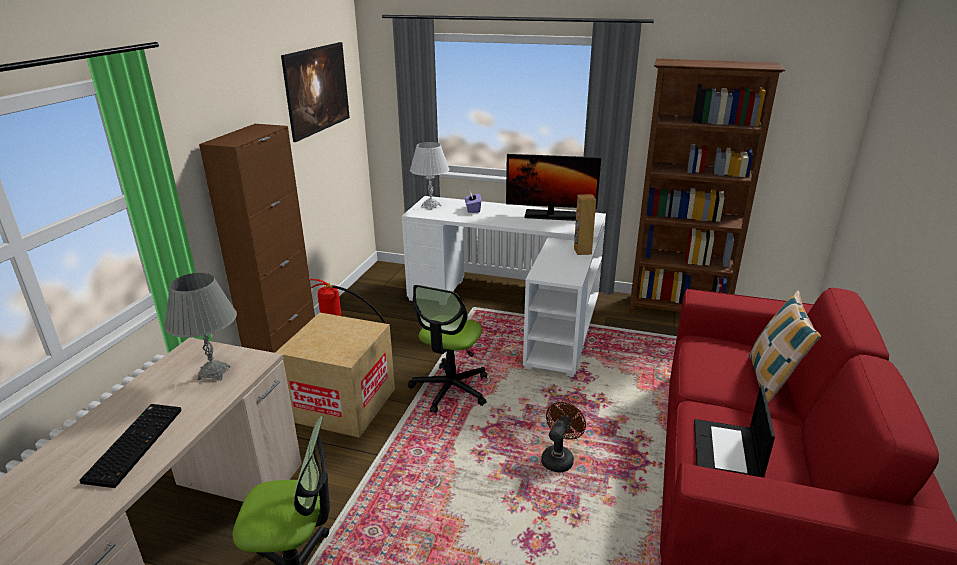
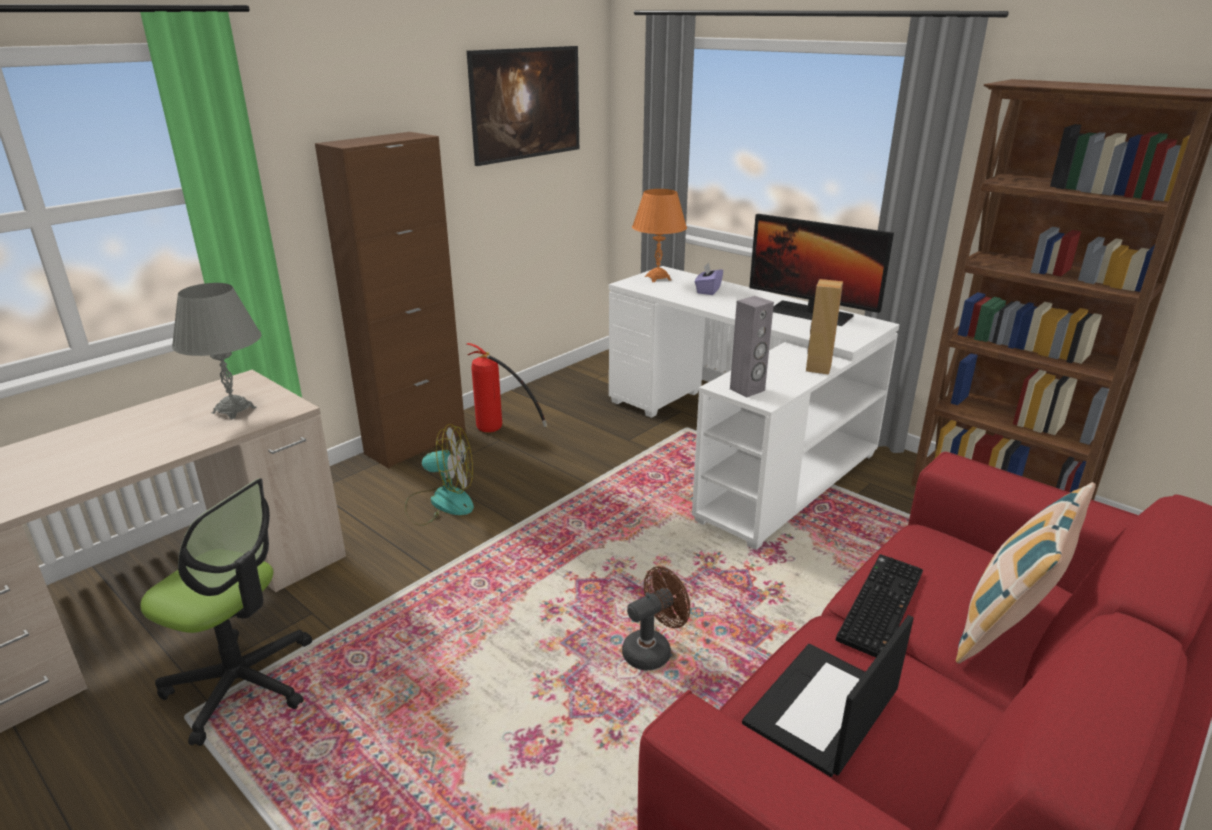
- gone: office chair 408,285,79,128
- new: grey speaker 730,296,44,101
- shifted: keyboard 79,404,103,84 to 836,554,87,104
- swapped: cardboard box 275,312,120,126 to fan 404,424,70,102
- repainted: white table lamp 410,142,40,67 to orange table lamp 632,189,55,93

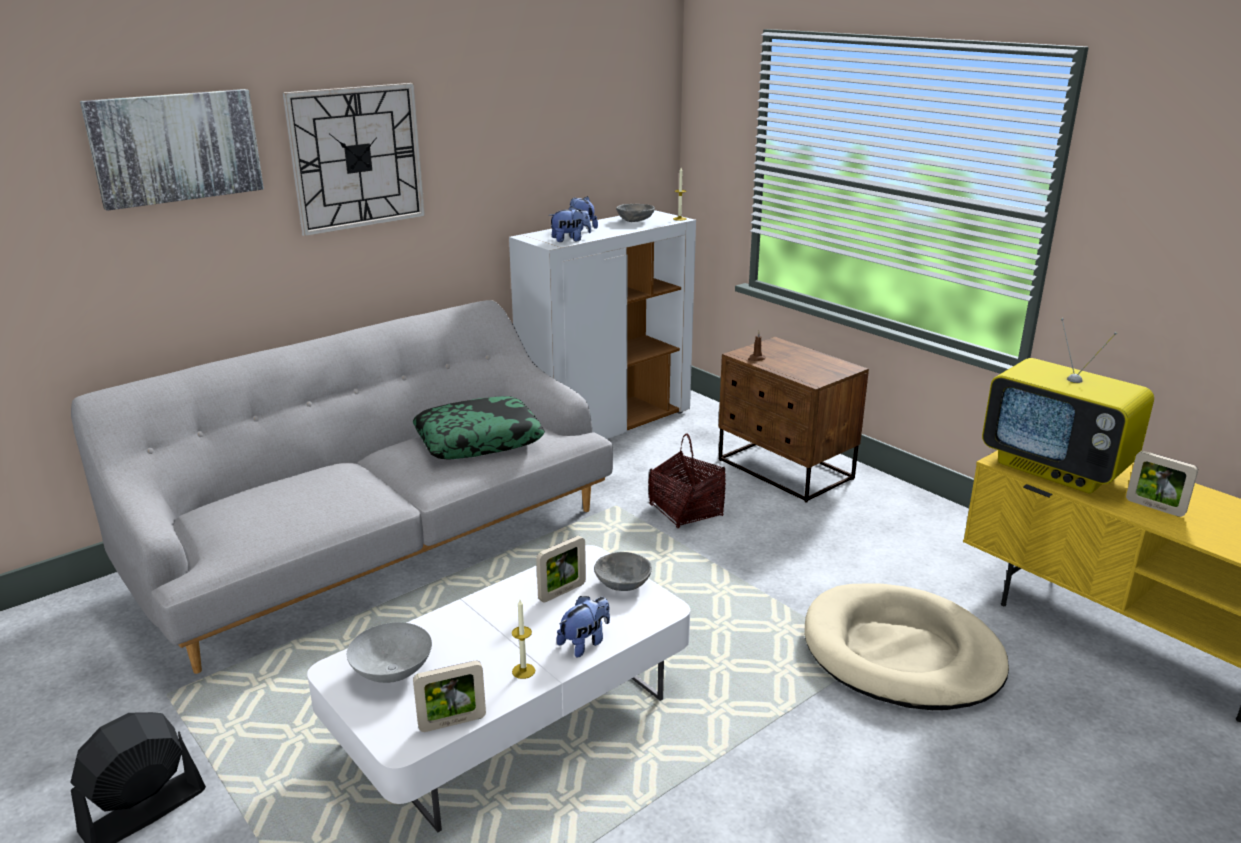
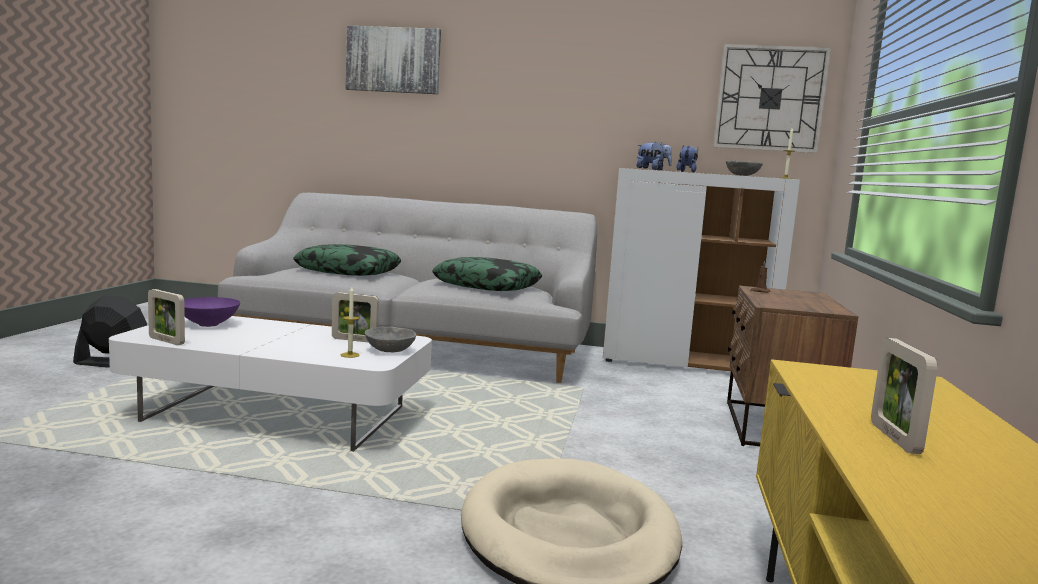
- gone: plush toy 557,596,53,62
- gone: basket 648,434,78,94
- gone: television 982,318,172,176
- new: pillow 293,244,108,32
- shifted: wall clock 283,83,142,153 to 713,44,118,109
- shifted: candle 512,599,23,80 to 341,287,19,71
- repainted: grey bowl 347,622,85,61 to purple bowl 184,297,56,30

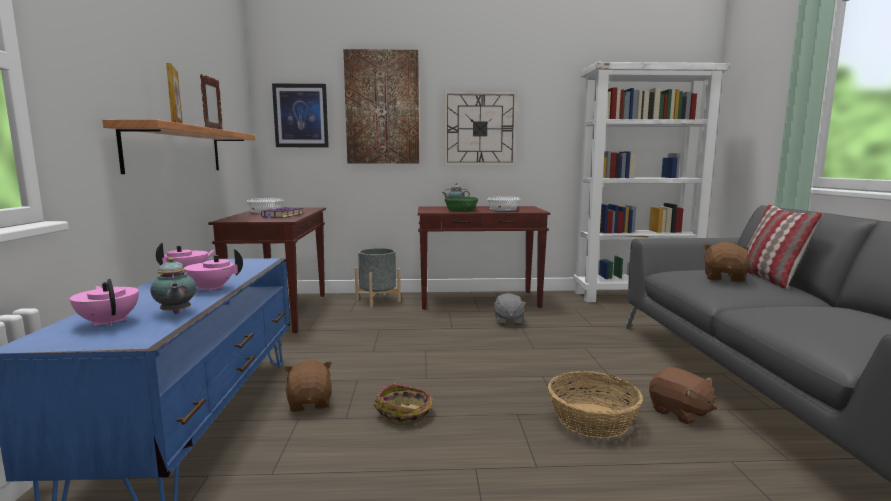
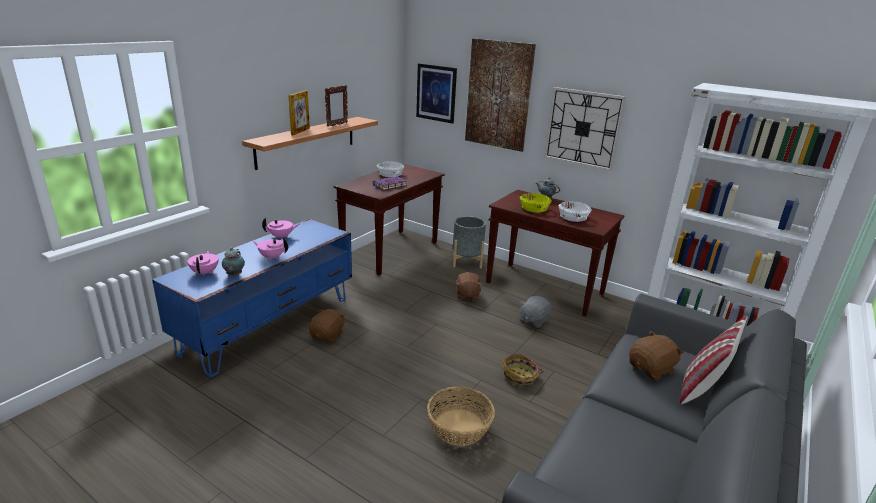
- shifted: basket 373,383,60,43 to 501,354,42,32
- shifted: brown plush toy 649,367,68,57 to 456,272,27,29
- repainted: green bowl 445,197,33,15 to yellow bowl 520,193,32,20

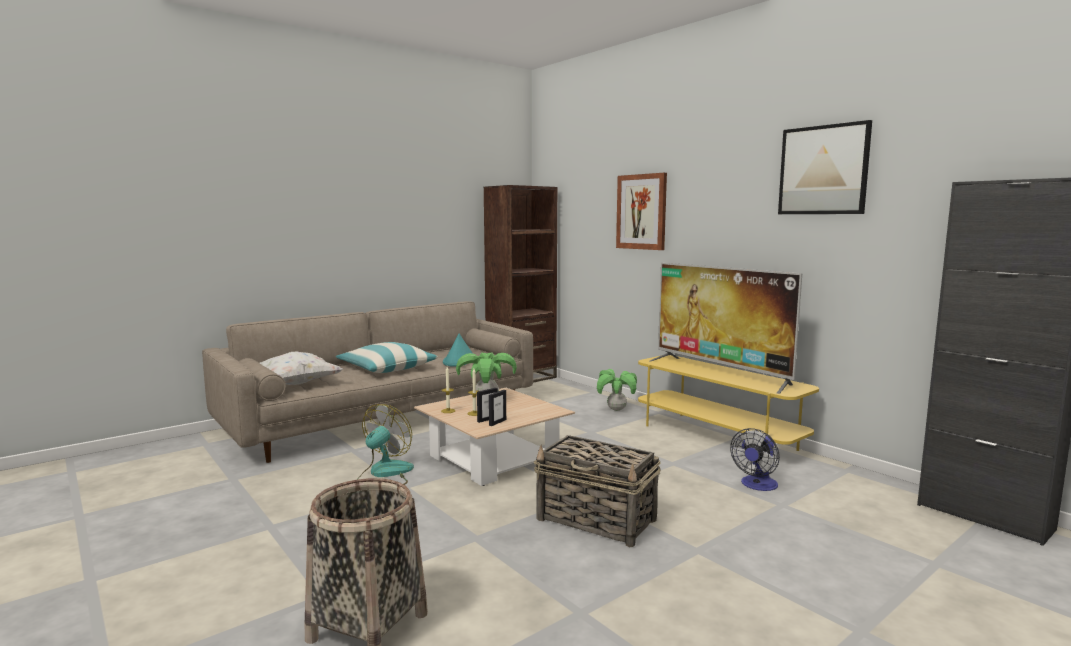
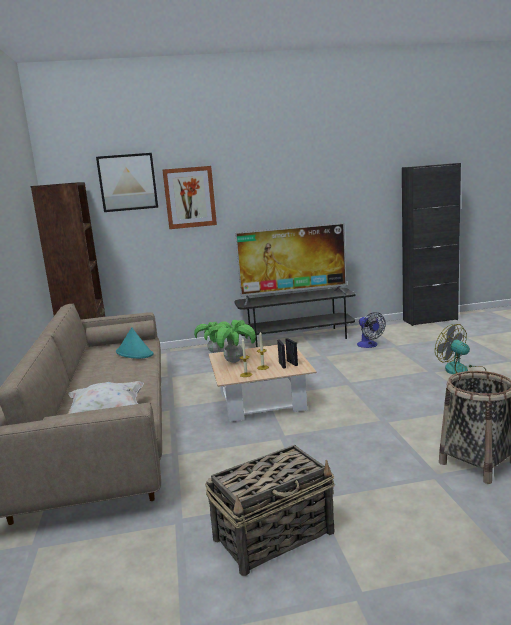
- gone: pillow 336,342,102,31
- shifted: fan 358,404,56,81 to 435,324,52,50
- shifted: basket 534,435,127,112 to 205,445,130,131
- shifted: picture 778,120,94,94 to 96,153,62,59
- repainted: yellow tv stand 638,355,181,96 to grey tv stand 234,288,122,59

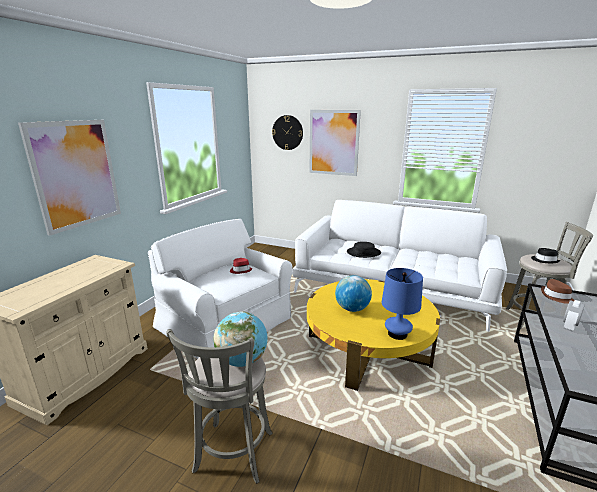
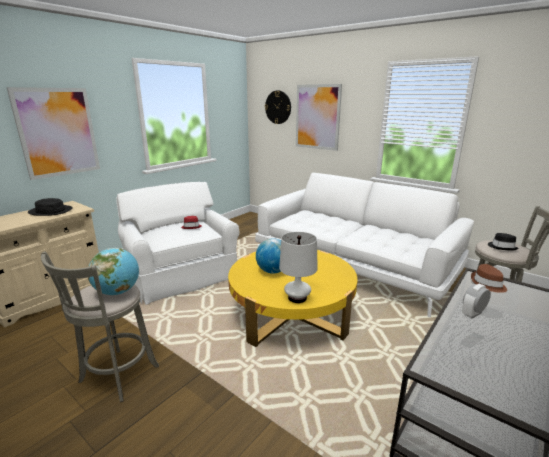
- shifted: black hat 347,242,34,16 to 28,198,45,18
- repainted: blue table lamp 381,268,42,72 to white table lamp 279,232,39,71

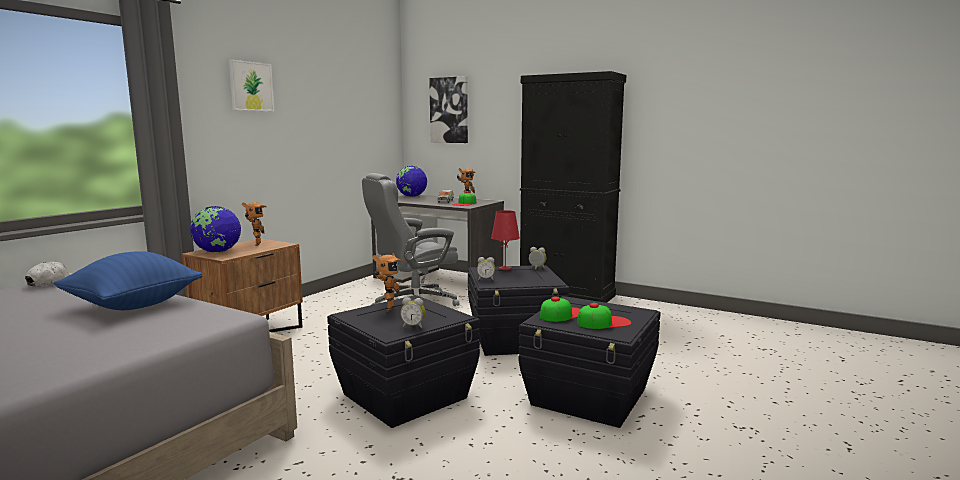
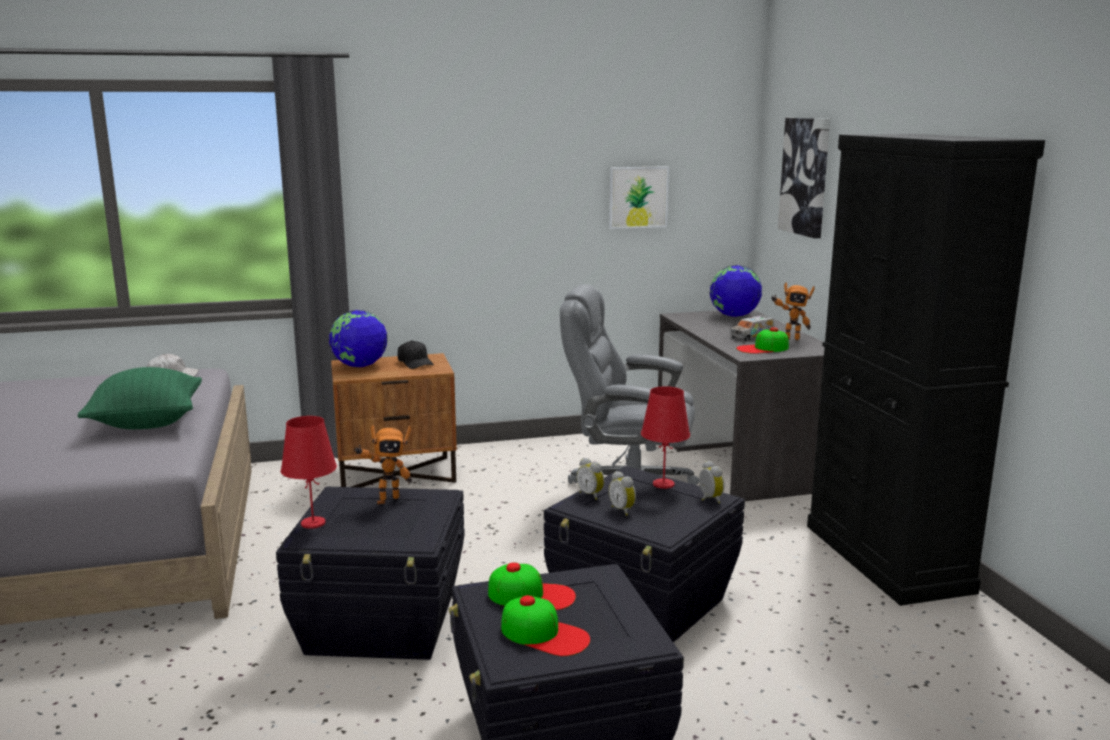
- new: red table lamp 281,416,56,113
- shifted: picture 229,60,45,51 to 609,166,60,63
- shifted: alarm clock 400,297,26,32 to 608,471,28,45
- swapped: toy robot 242,202,25,44 to black cap 398,340,36,29
- repainted: blue pillow 54,251,149,59 to green pillow 78,367,124,62

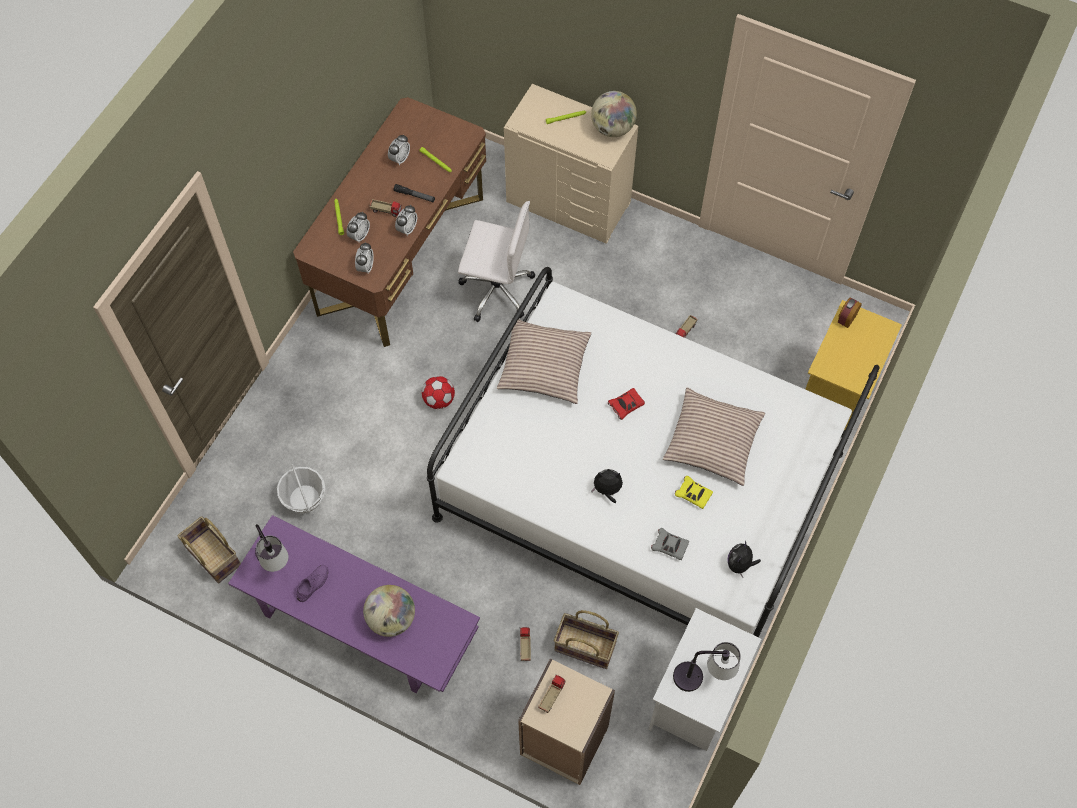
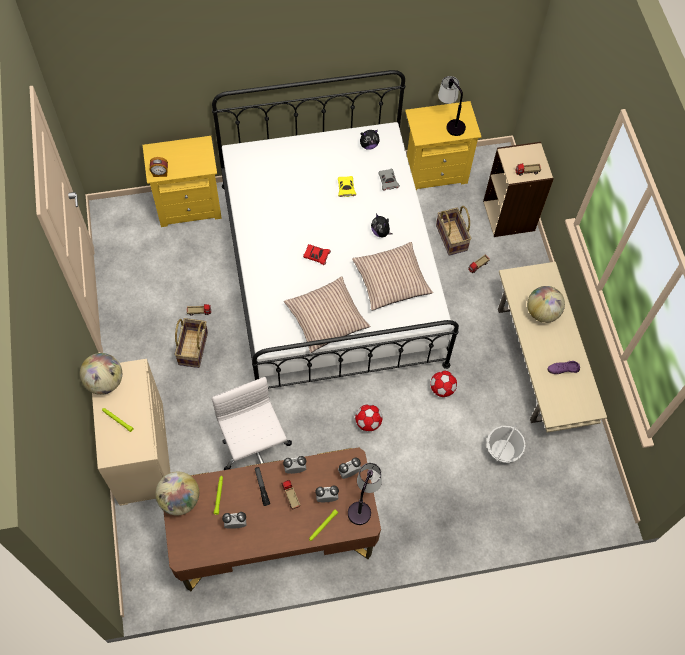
- new: globe 155,472,44,43
- new: football 430,371,27,26
- shifted: basket 178,517,63,66 to 175,318,33,50
- shifted: table lamp 255,524,33,48 to 348,463,34,62
- shifted: pillow 663,388,102,98 to 352,242,81,69
- repainted: purple coffee table 228,515,252,178 to beige coffee table 498,262,109,171
- repainted: white nightstand 648,608,113,143 to yellow nightstand 405,101,76,90

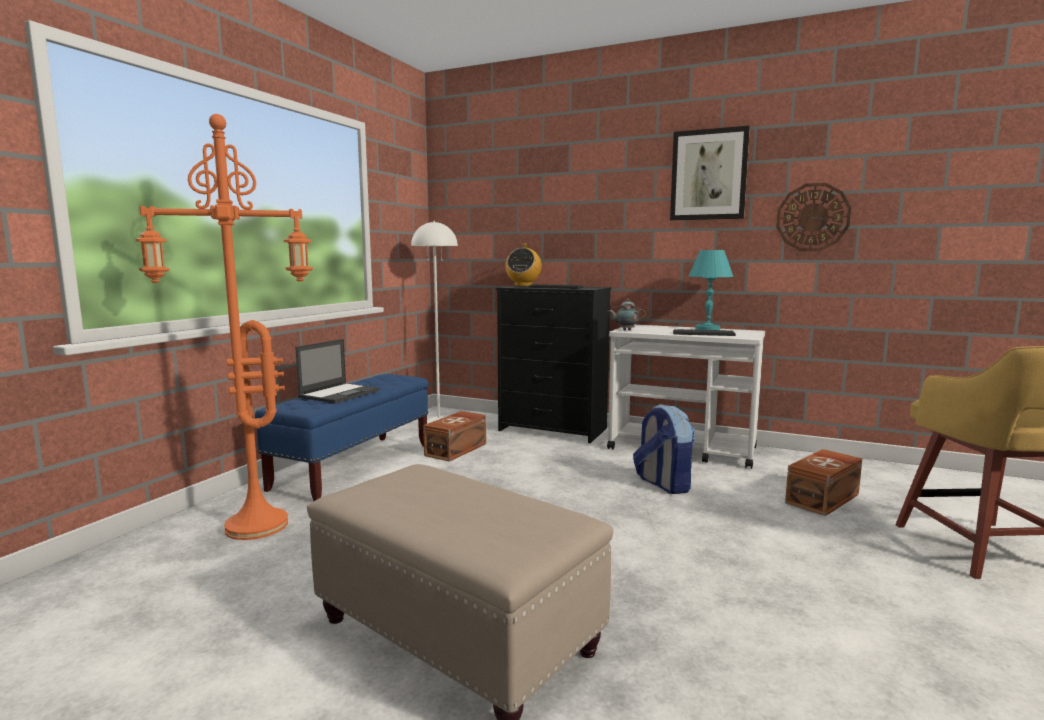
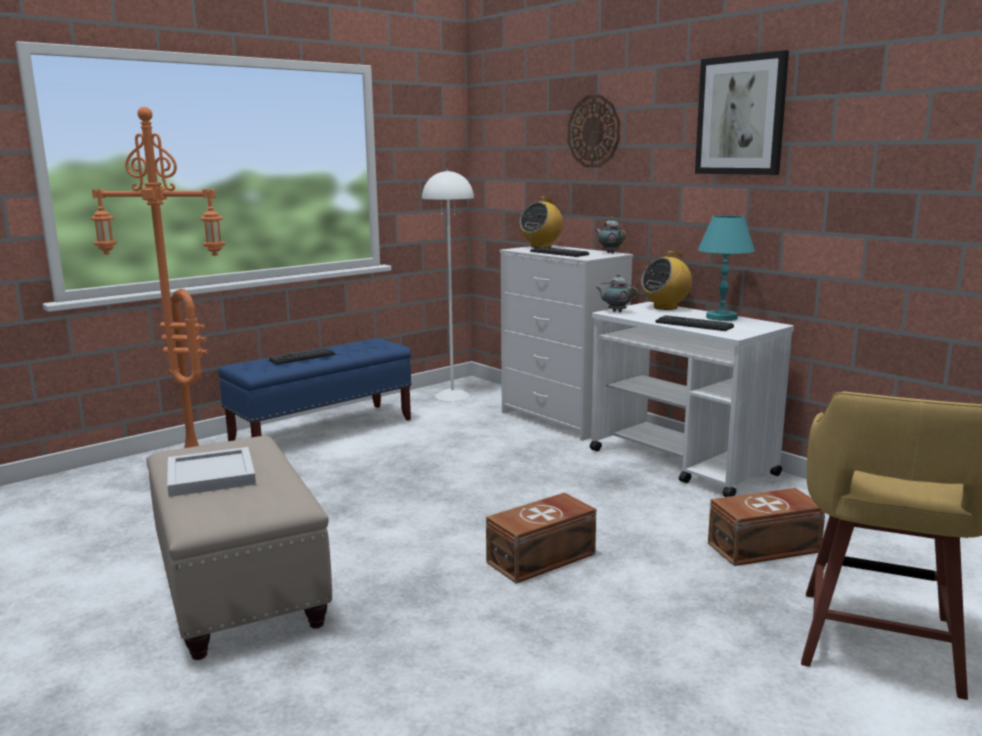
- gone: backpack 633,404,62,90
- new: white tray 167,447,89,50
- new: teapot 596,217,30,36
- new: radio 641,251,51,59
- shifted: brown storage box 423,411,63,51 to 486,493,110,91
- shifted: wall clock 776,183,75,68 to 567,94,53,74
- swapped: laptop 295,339,85,64 to keyboard 269,348,66,17
- repainted: black dresser 496,286,115,157 to white dresser 499,245,134,196

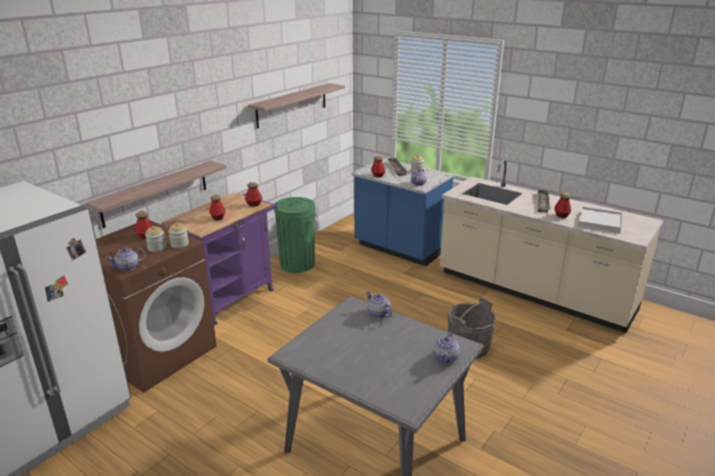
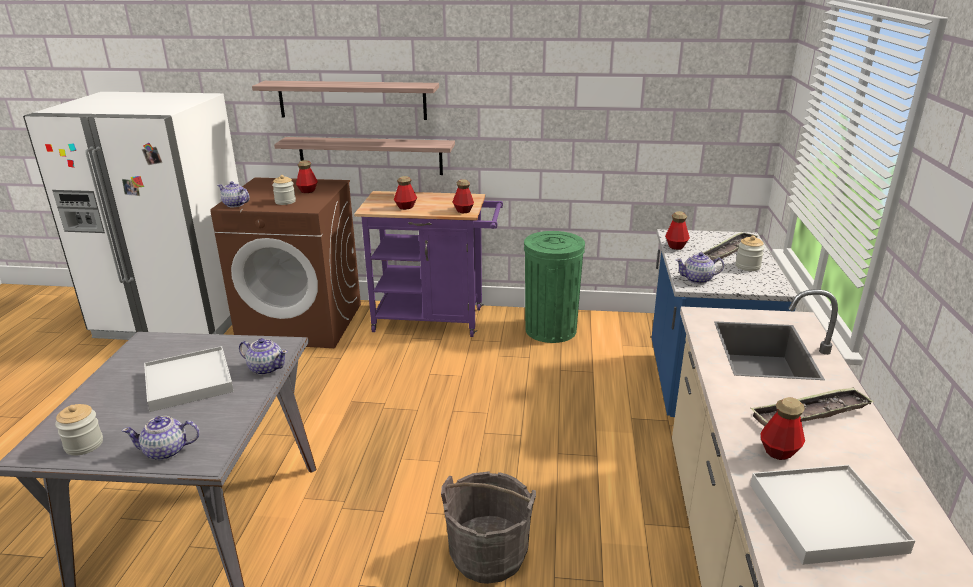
- new: white tray 144,346,90,66
- shifted: jar 168,223,21,25 to 55,404,48,52
- shifted: shelf 248,83,97,46 to 252,81,187,39
- rotated: teapot 366,291,26,27 = 239,338,49,37 90 degrees clockwise

